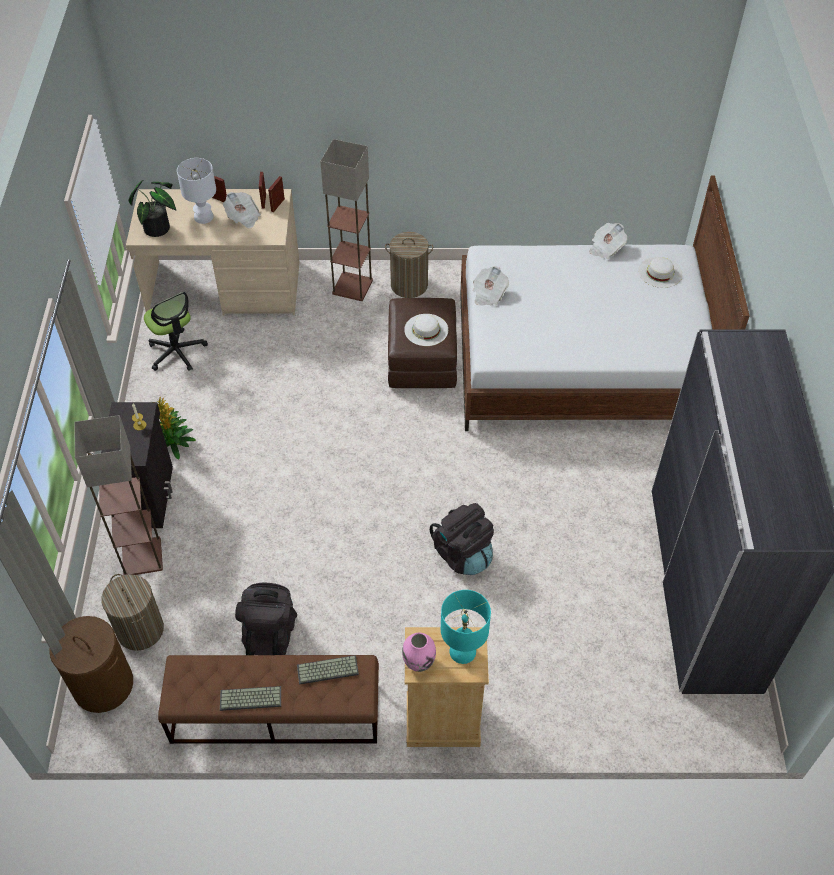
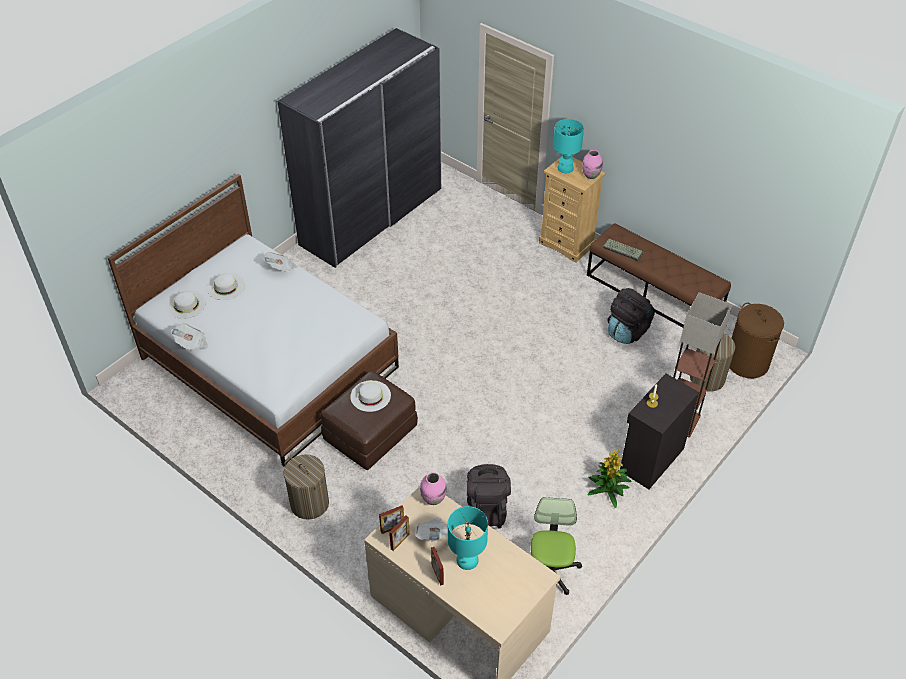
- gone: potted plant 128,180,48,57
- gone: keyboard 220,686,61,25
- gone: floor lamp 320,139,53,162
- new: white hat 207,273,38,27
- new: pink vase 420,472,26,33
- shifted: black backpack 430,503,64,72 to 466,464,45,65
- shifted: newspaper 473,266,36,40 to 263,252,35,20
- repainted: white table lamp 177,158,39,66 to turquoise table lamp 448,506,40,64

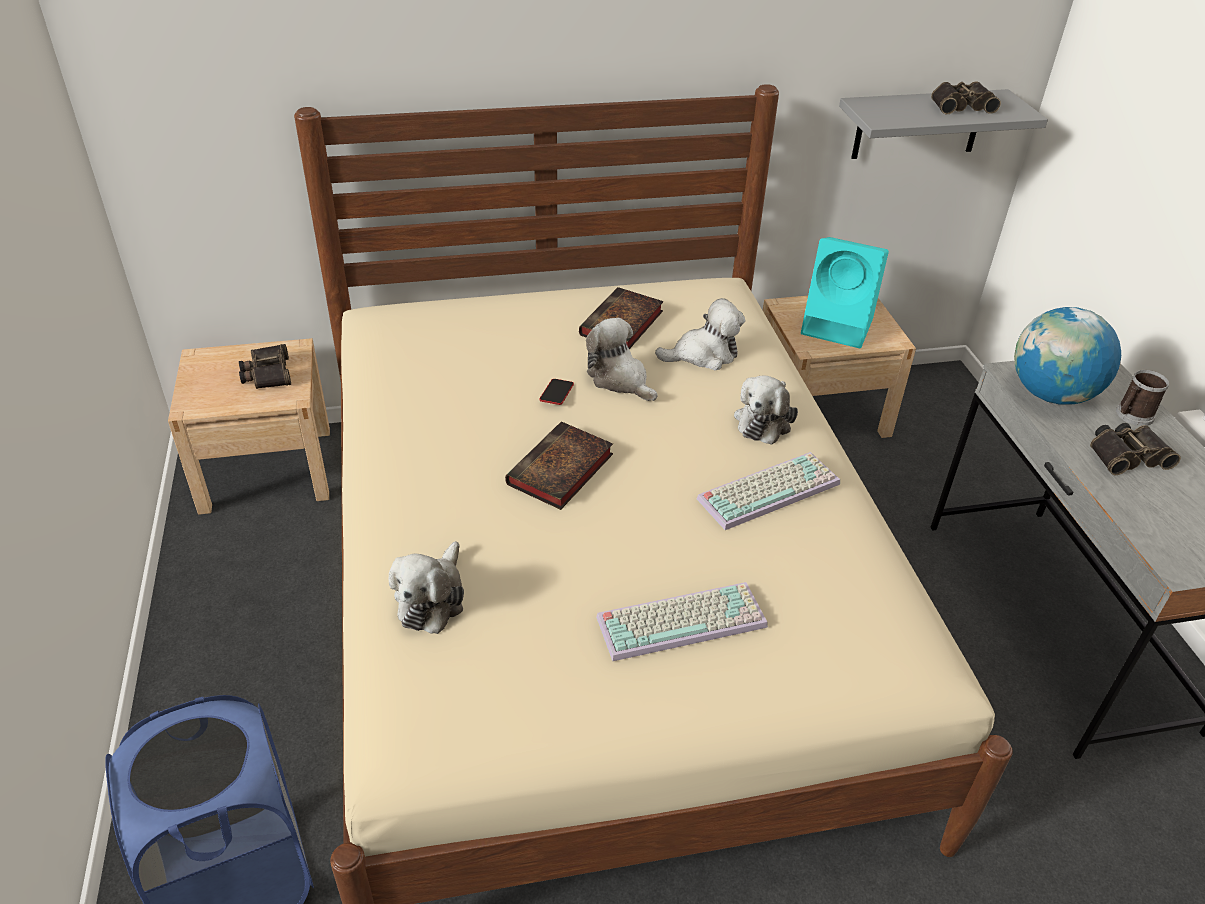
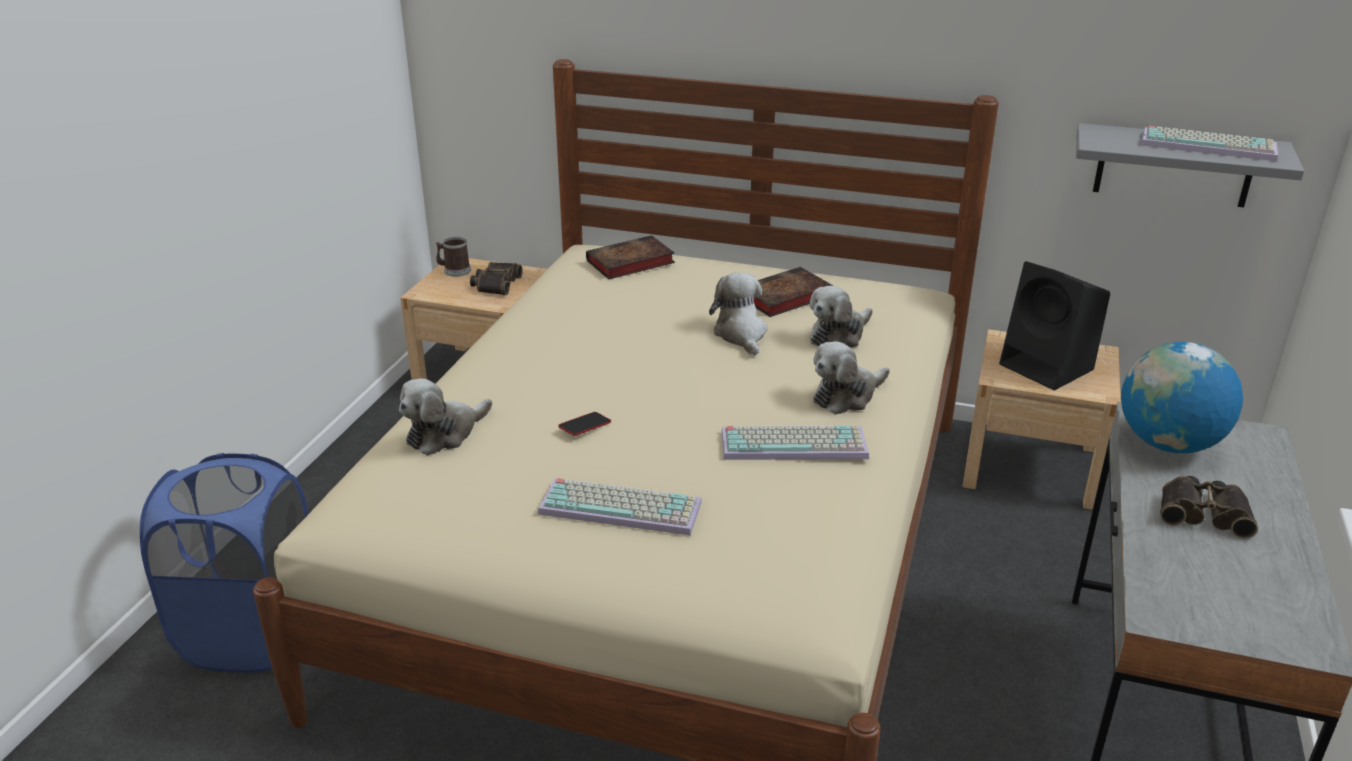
- shifted: book 505,422,108,88 to 586,235,89,44
- shifted: phone 539,379,35,26 to 558,412,53,24
- shifted: mug 1116,370,53,56 to 436,237,35,40
- swapped: binoculars 931,81,70,33 to keyboard 1141,126,137,35
- repainted: turquoise speaker 801,237,88,111 to black speaker 999,261,111,129
- rotated: plush toy 655,298,90,72 = 810,286,62,61 120 degrees clockwise

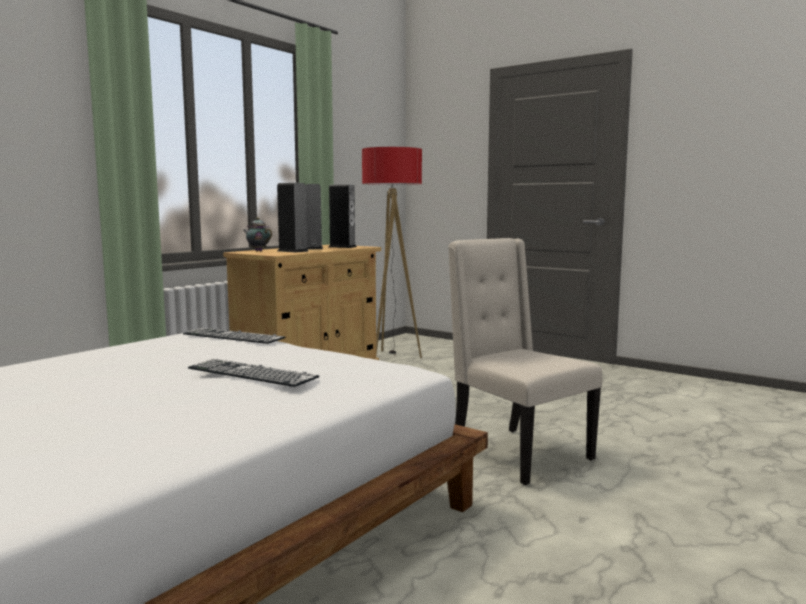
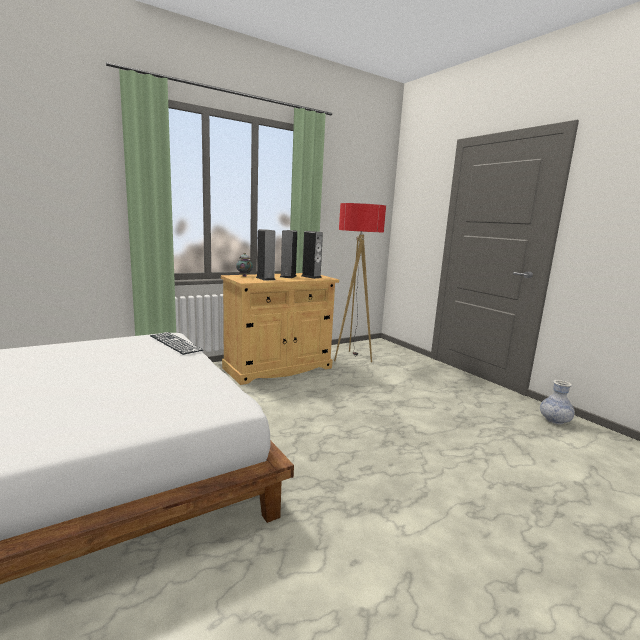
- gone: keyboard 188,359,131,28
- gone: beige chair 448,238,155,247
- new: vase 540,380,35,45

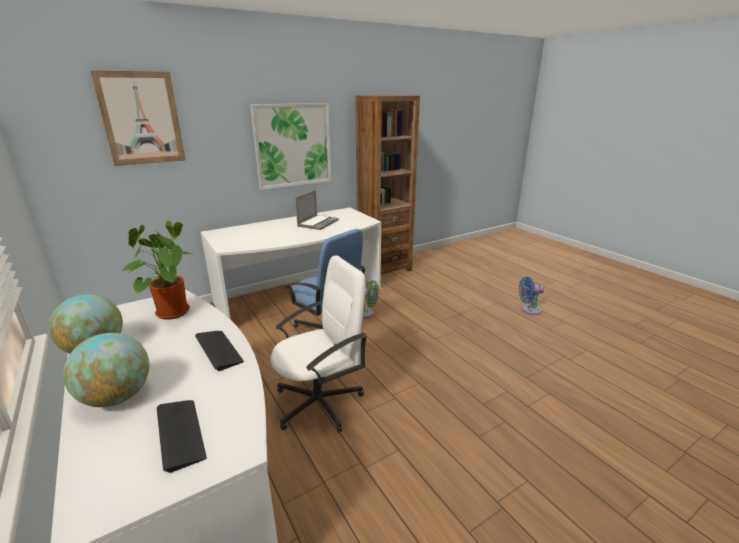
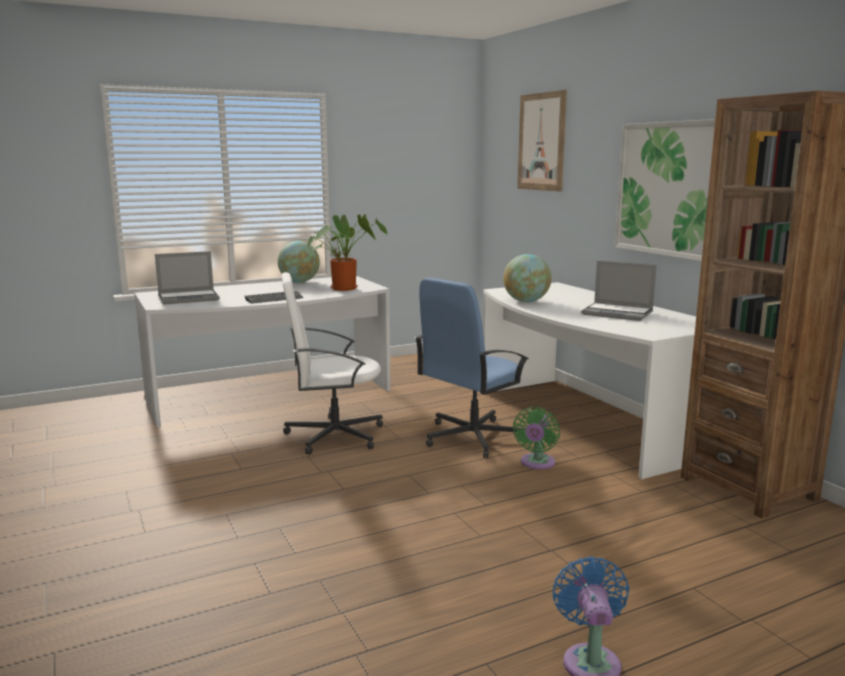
- shifted: globe 63,333,86,74 to 503,254,49,48
- swapped: keyboard 157,400,50,73 to laptop 155,251,65,54
- rotated: white office chair 271,255,97,178 = 282,272,101,183 105 degrees clockwise

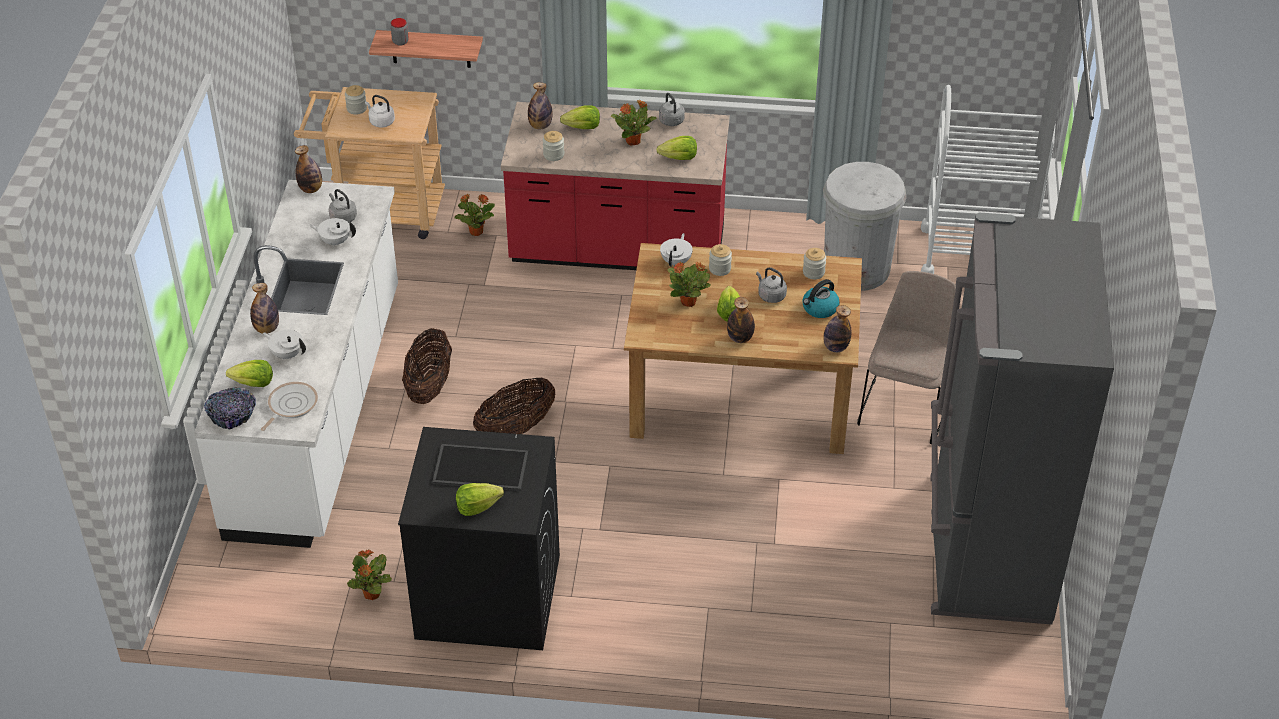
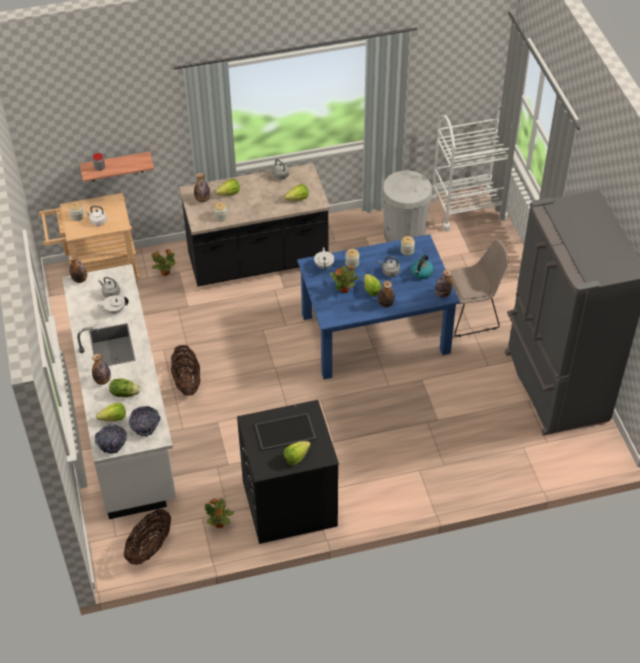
- gone: potted plant 611,100,45,45
- shifted: basket 473,377,83,58 to 124,509,47,56
- swapped: frying pan 261,382,57,49 to bowl 128,406,32,30
- swapped: white teapot 263,330,43,30 to lettuce 109,379,31,18
- repainted: red counter 501,102,229,168 to black counter 179,163,151,123
- repainted: brown dining table 624,243,238,211 to blue dining table 297,234,163,145
- rotated: beige chair 857,271,99,173 = 450,239,59,98 75 degrees clockwise

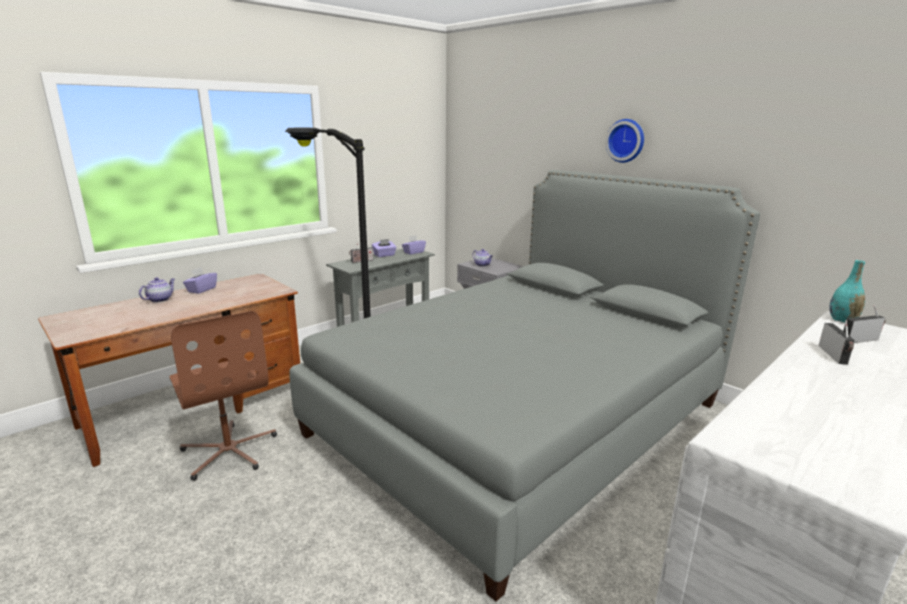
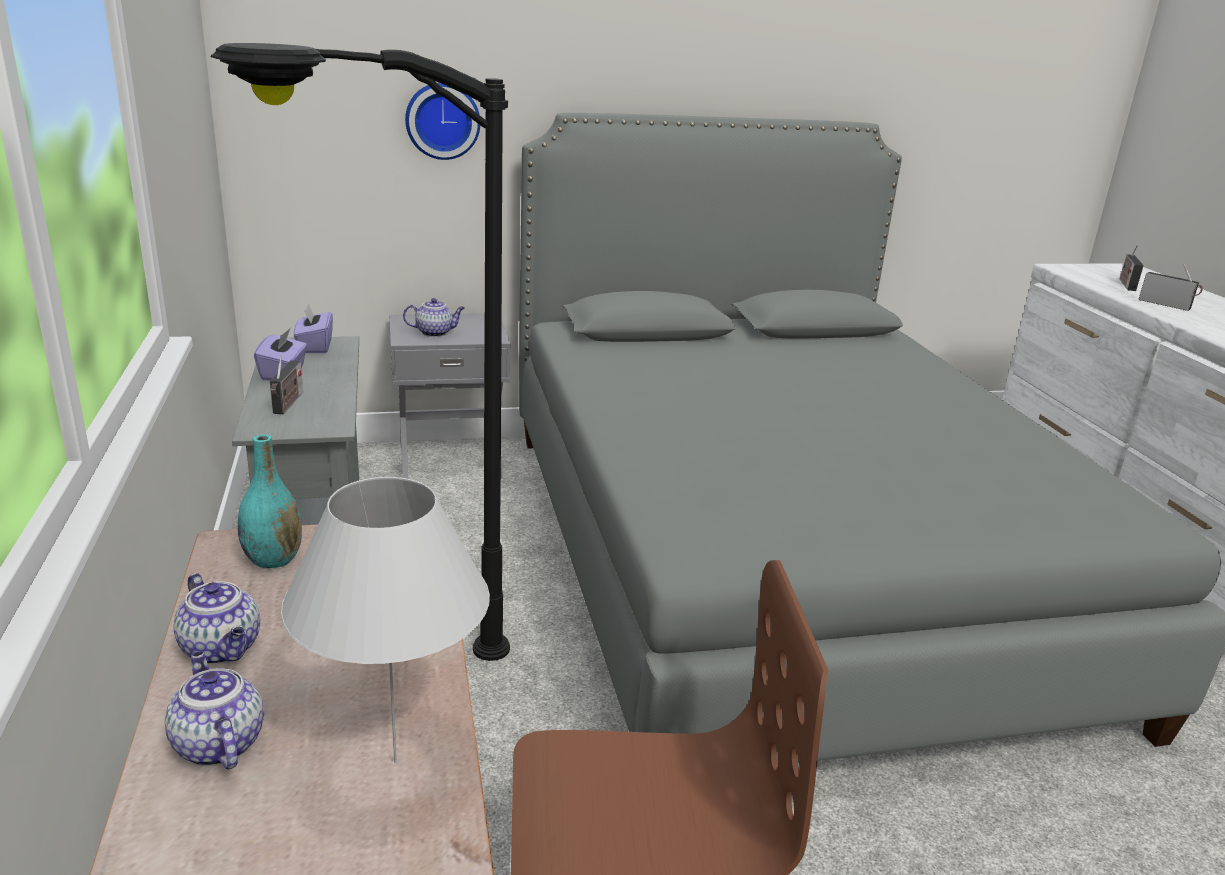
- new: white table lamp 280,477,210,286
- shifted: wall clock 605,119,39,44 to 405,83,75,77
- shifted: turquoise vase 829,260,36,62 to 238,434,64,135
- swapped: purple tissue box 183,267,34,27 to teapot 174,573,86,91

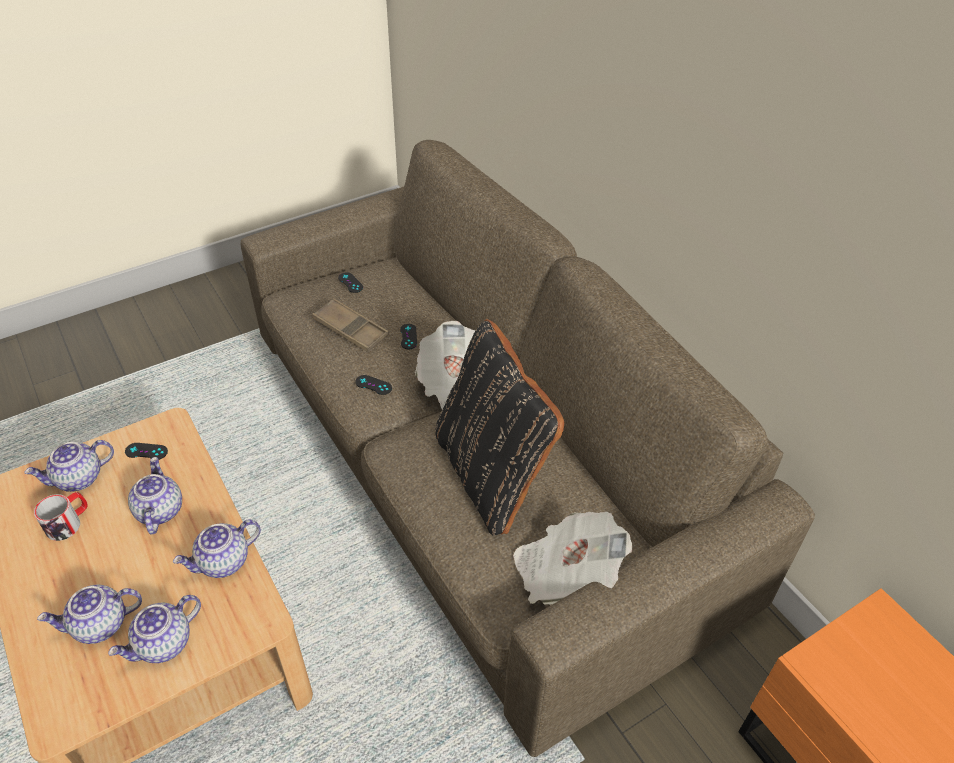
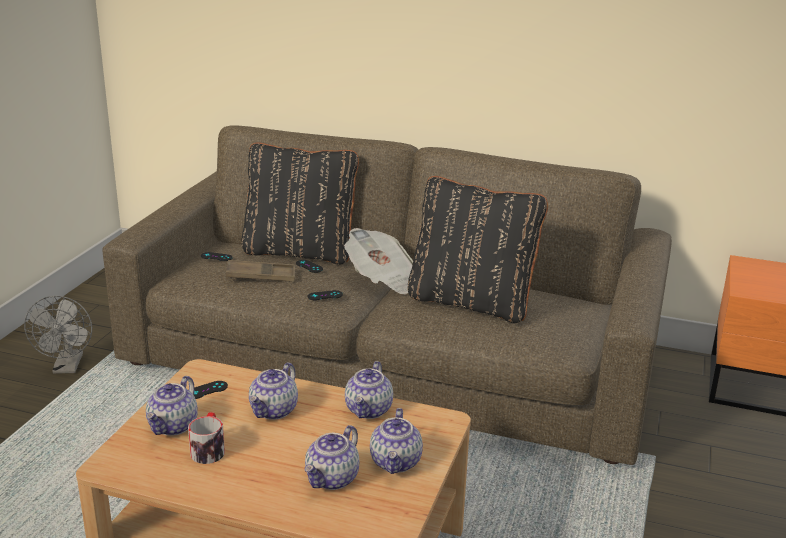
- gone: newspaper 513,512,119,92
- new: grey fan 24,296,68,78
- new: black pillow 242,142,117,122
- rotated: teapot 128,457,54,78 = 249,363,49,57 105 degrees counterclockwise

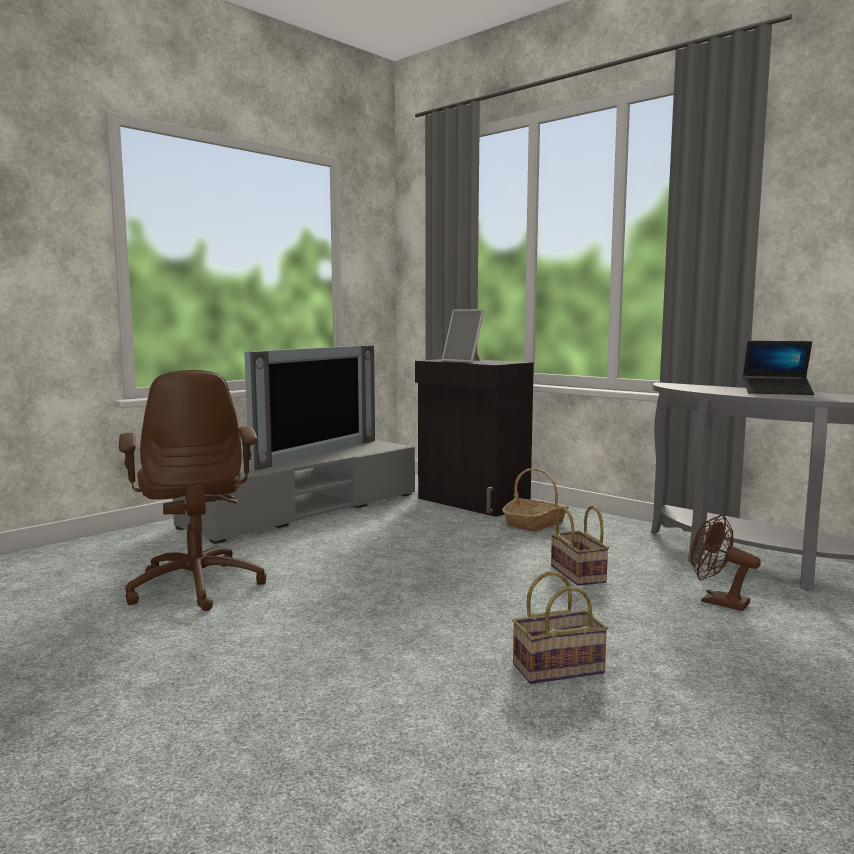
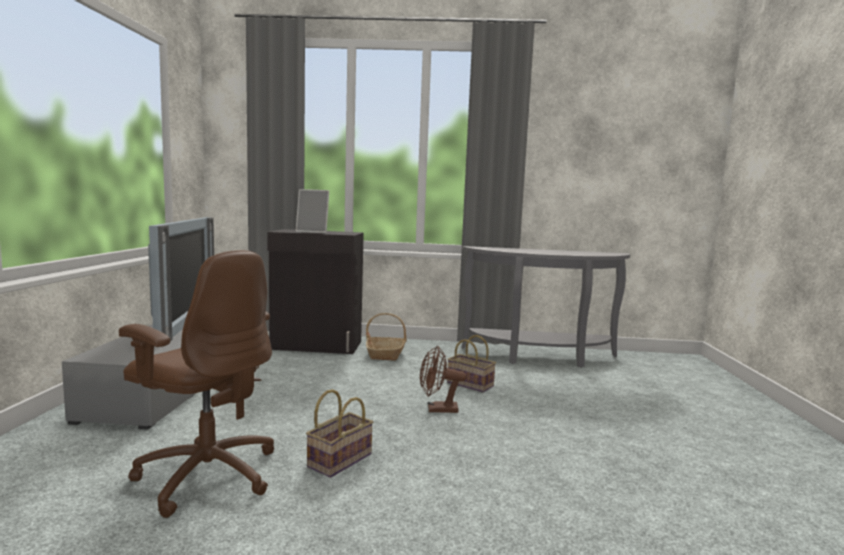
- gone: laptop 743,341,71,54
- shifted: basket 512,572,96,112 to 306,389,67,89
- shifted: brown fan 691,514,70,97 to 420,346,46,67

